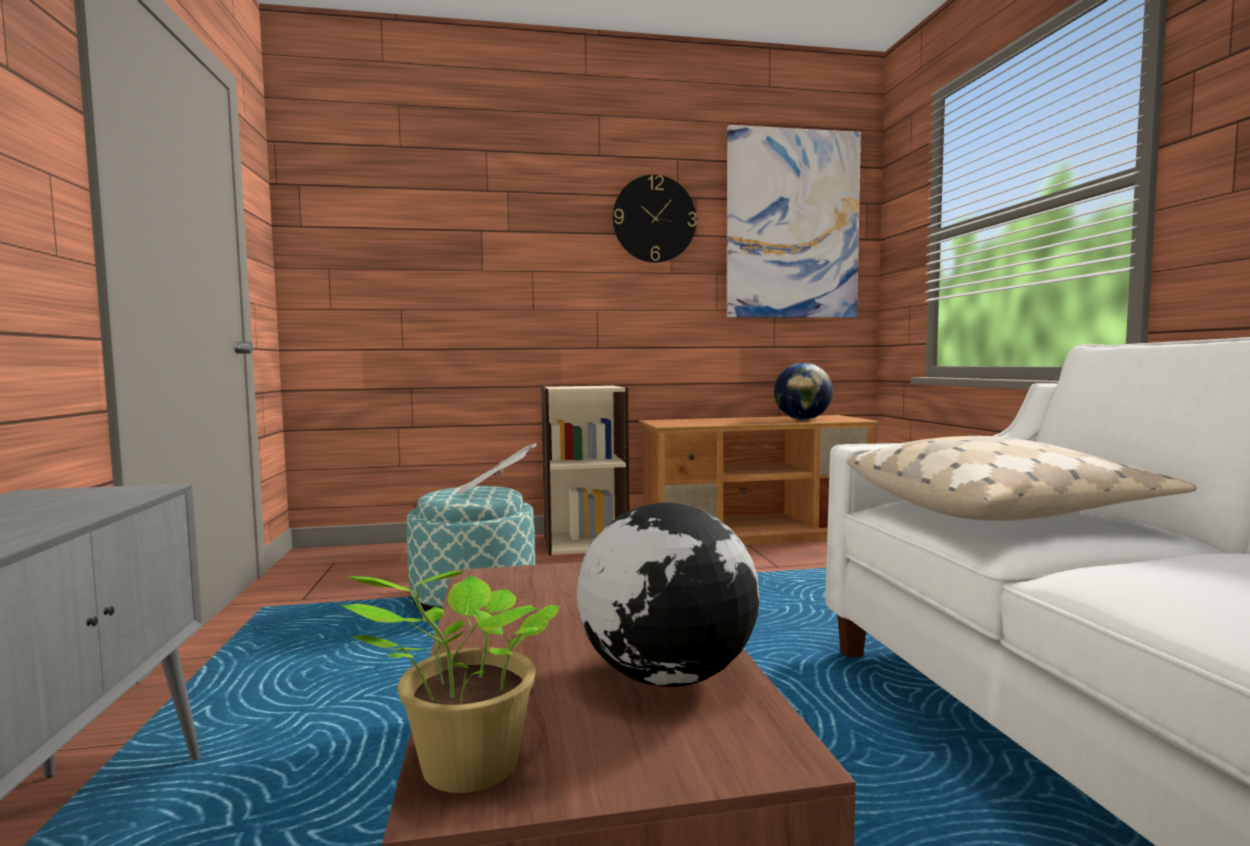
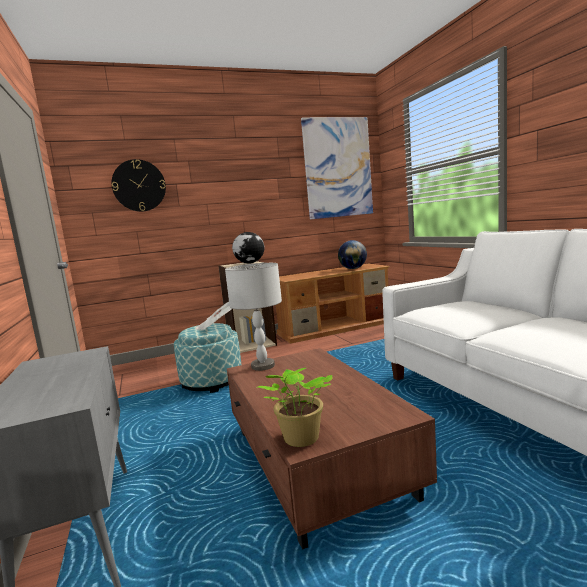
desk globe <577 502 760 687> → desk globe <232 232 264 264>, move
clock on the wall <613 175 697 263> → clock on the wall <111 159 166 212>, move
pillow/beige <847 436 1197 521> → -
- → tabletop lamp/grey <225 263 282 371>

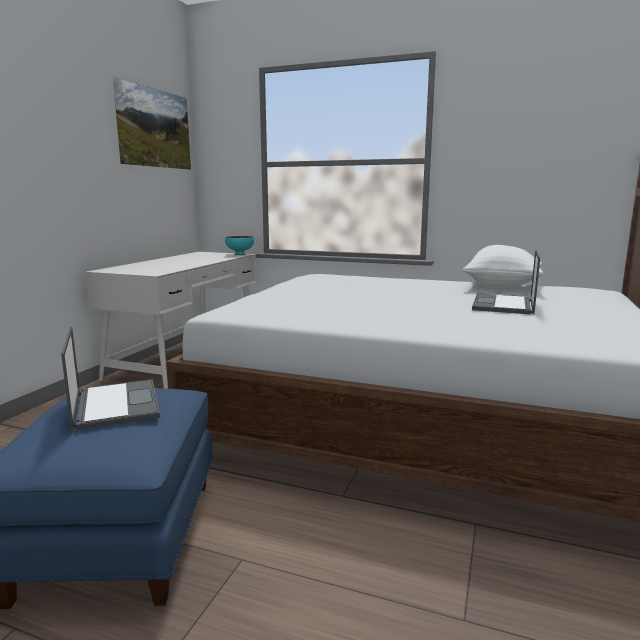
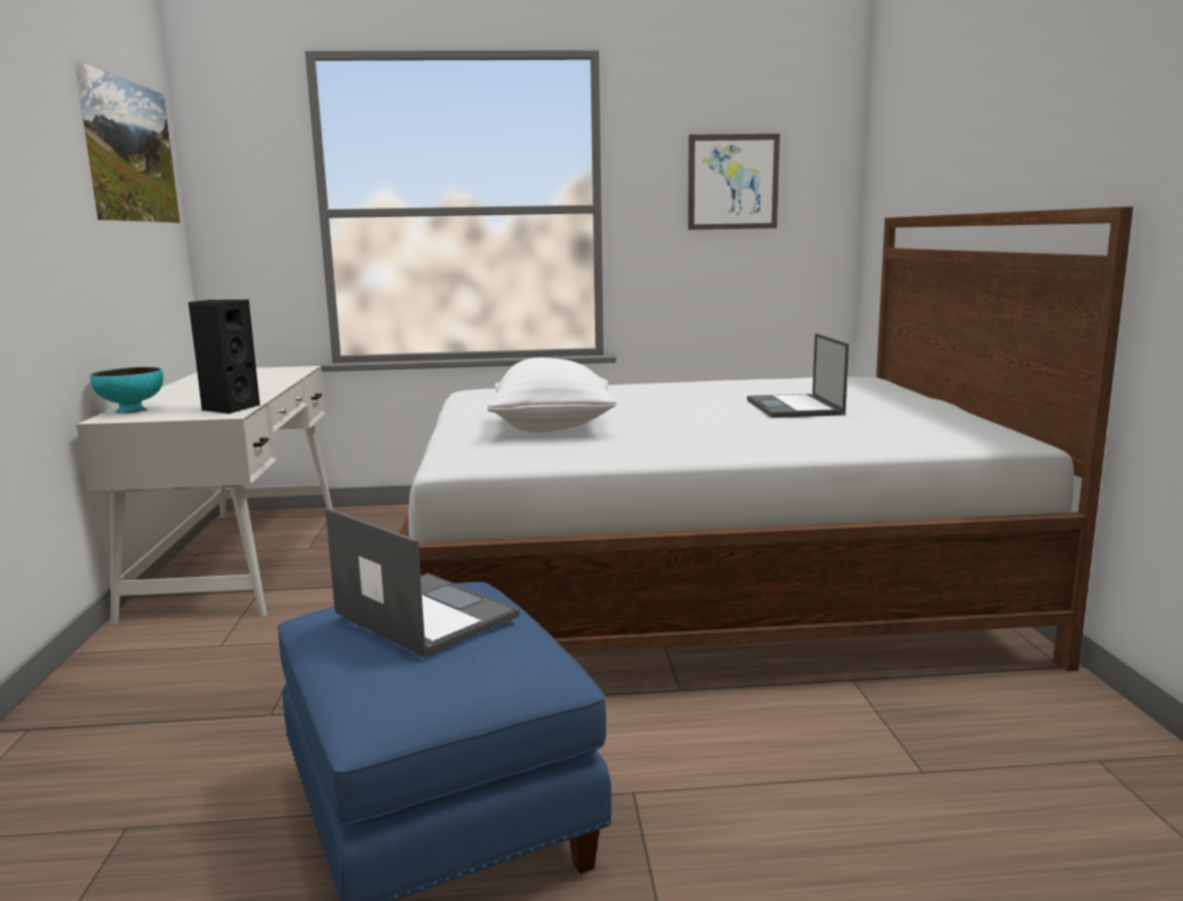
bowl/turquoise <225 236 254 255> → bowl/turquoise <90 367 163 413>, move
pillow/white-coloured <463 245 543 288> → pillow/white-coloured <487 358 617 433>, move
- → loudspeaker/black <188 299 260 414>
- → wall art <688 134 780 230>

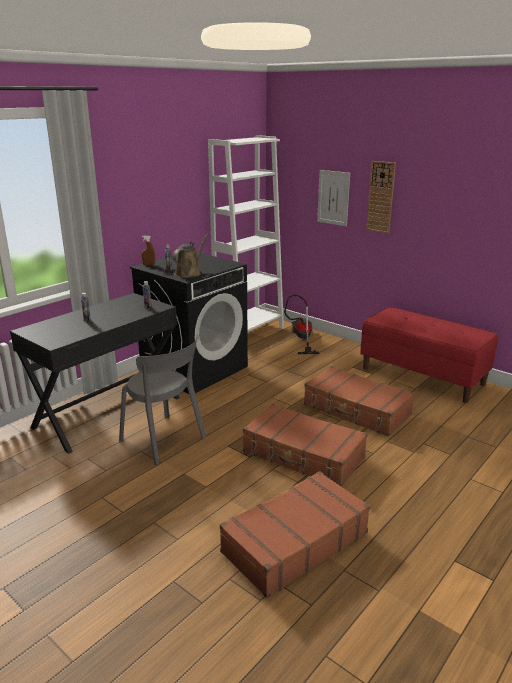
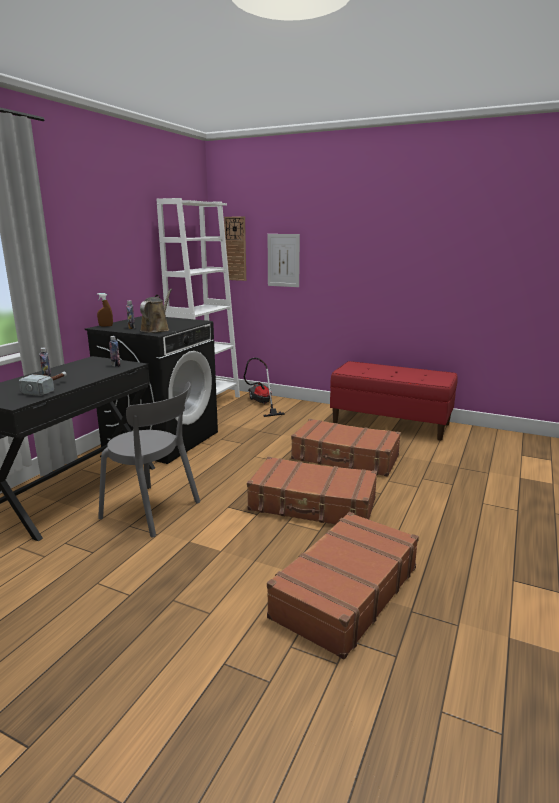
clock on the wall <366 161 396 234> → clock on the wall <224 216 246 281>, move
- → tool hammer <19 372 67 396>

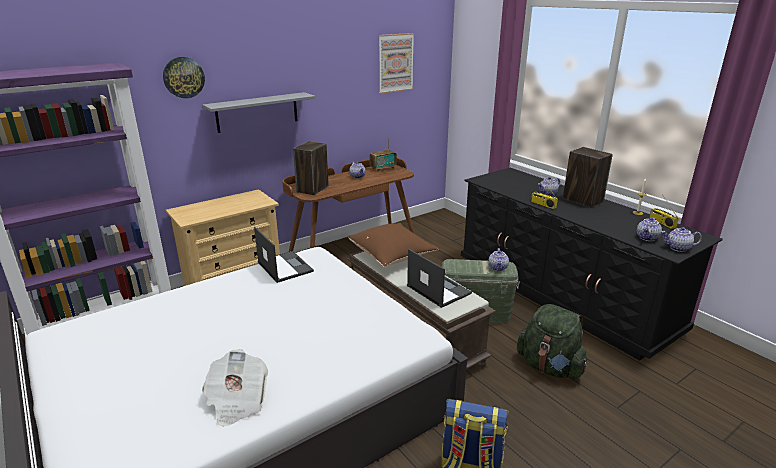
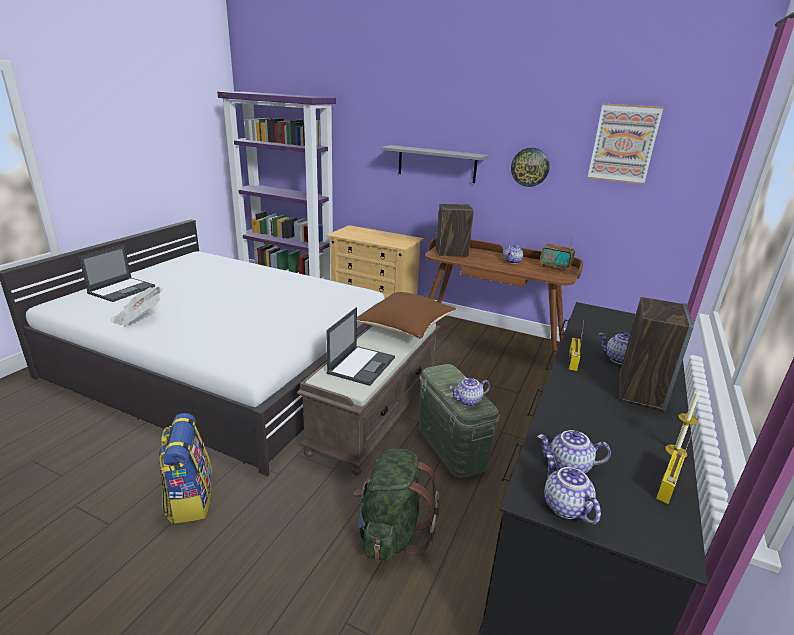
clock on the wall <163 57 205 98> → clock on the wall <511 148 550 187>, move
portable computer <254 227 314 283> → portable computer <79 244 155 302>, move

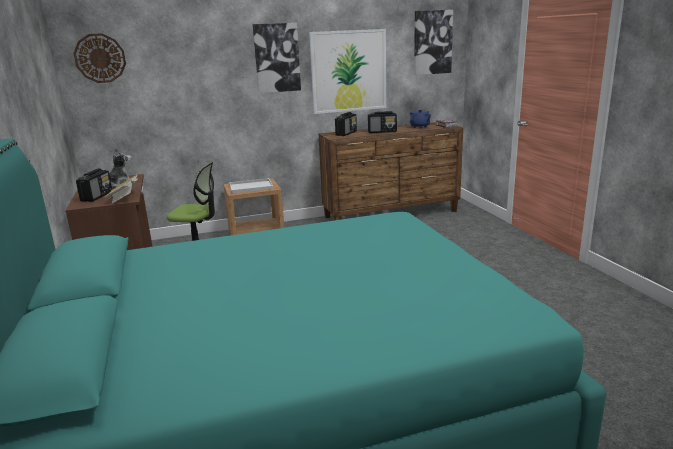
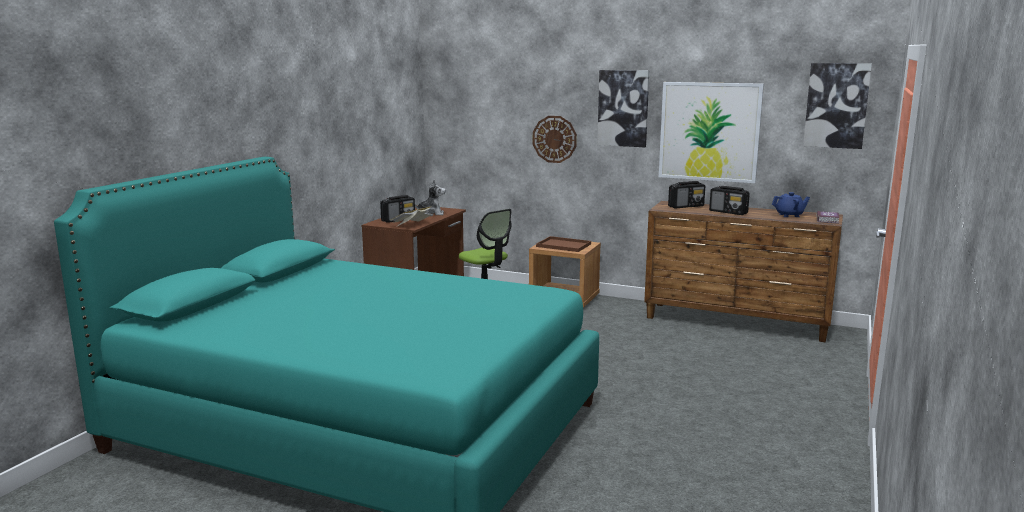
clock on the wall <73 33 126 83> → clock on the wall <533 116 577 163>, move
carrying tray/white-coloured <229 178 273 193> → carrying tray/brown <536 236 591 252>

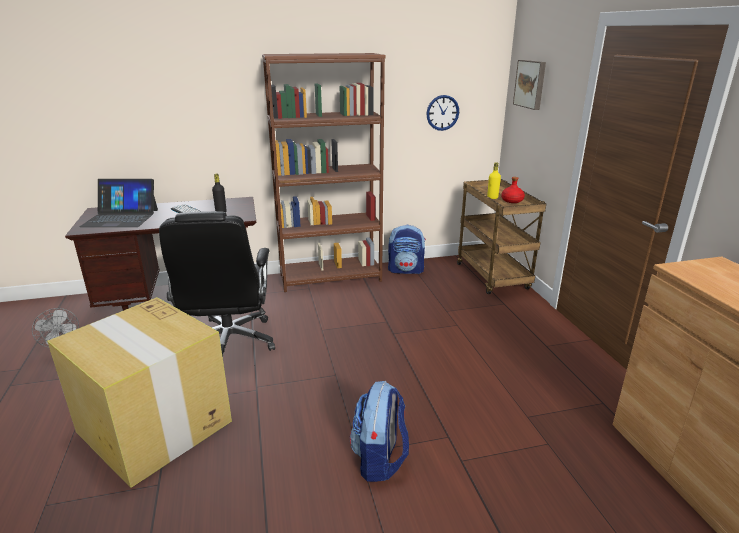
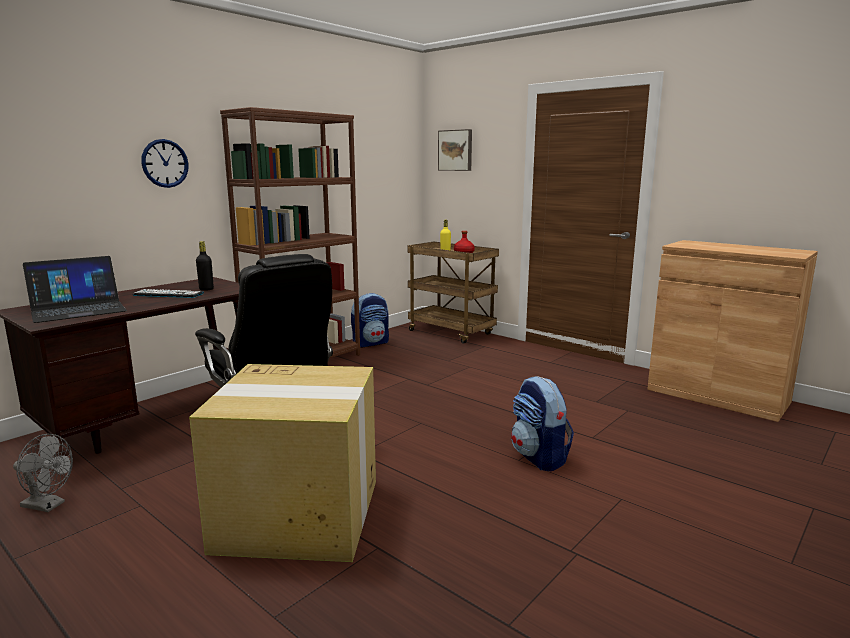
clock on the wall <426 95 459 131> → clock on the wall <141 139 189 188>, move

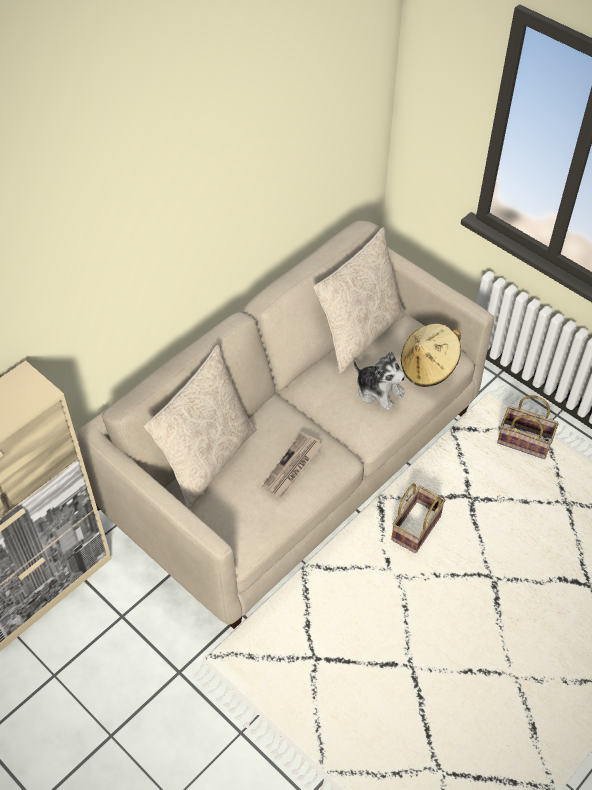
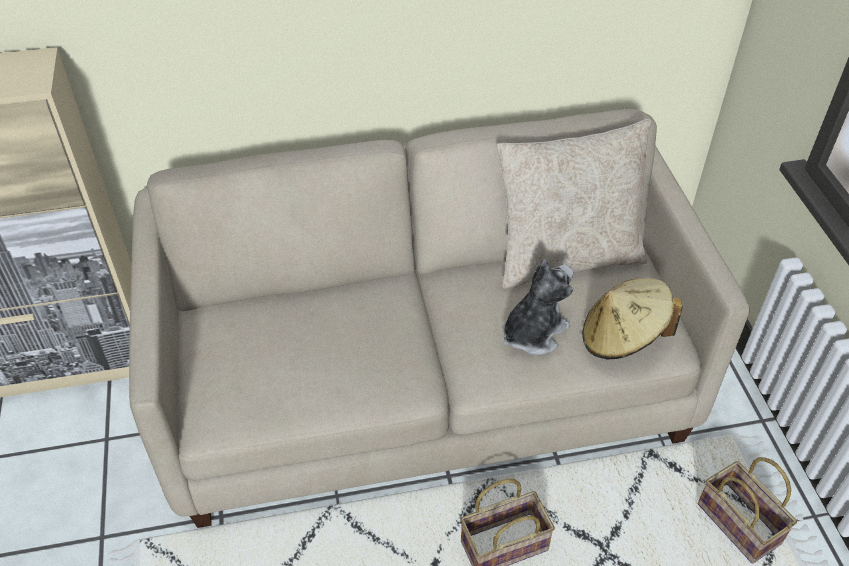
pillow/beige <144 345 257 510> → -
printed paper <262 432 323 497> → -
plush toy <353 351 405 411> → plush toy <503 260 573 355>, 120 degrees counterclockwise

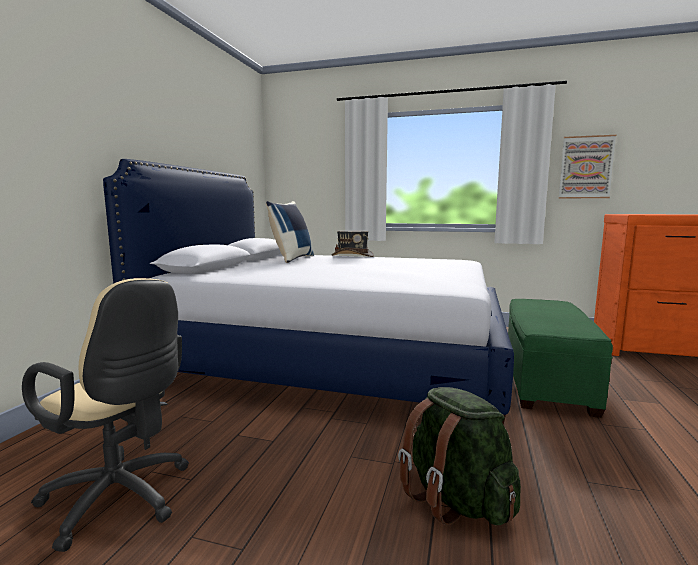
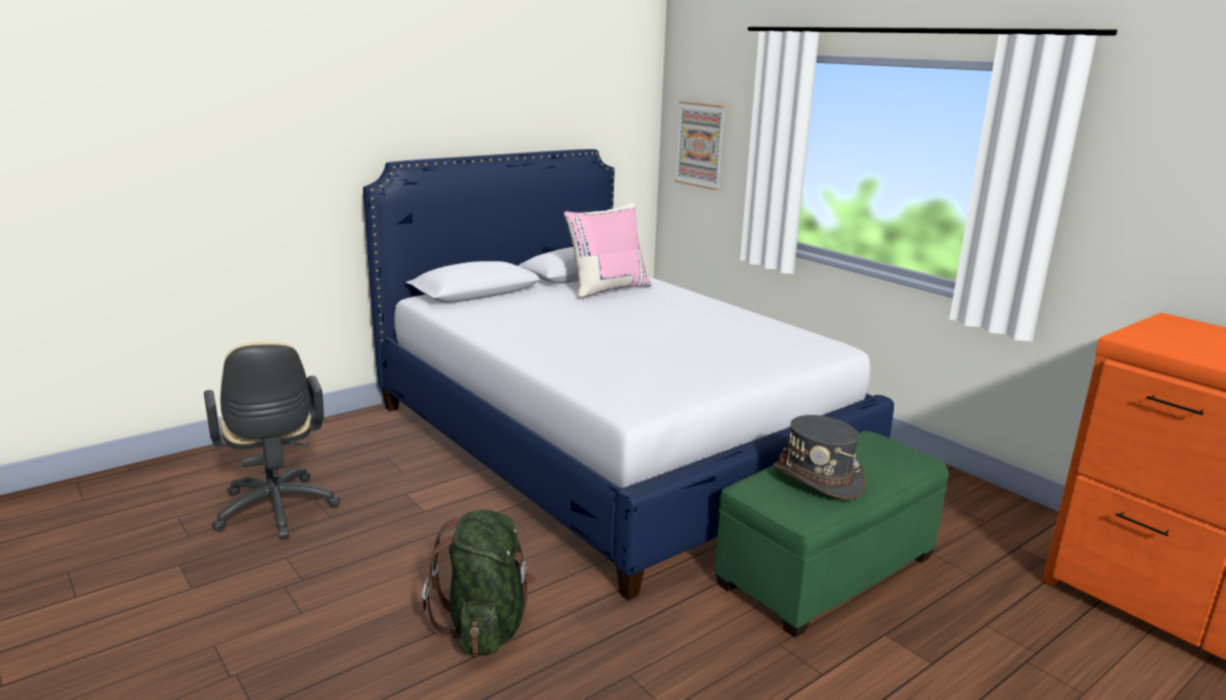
pillow/bluish <266 201 314 263> → pillow/pink <564 203 652 299>
hat/grey <332 230 374 257> → hat/grey <774 415 866 500>, move
wall art <559 135 616 199> → wall art <675 101 725 190>, move

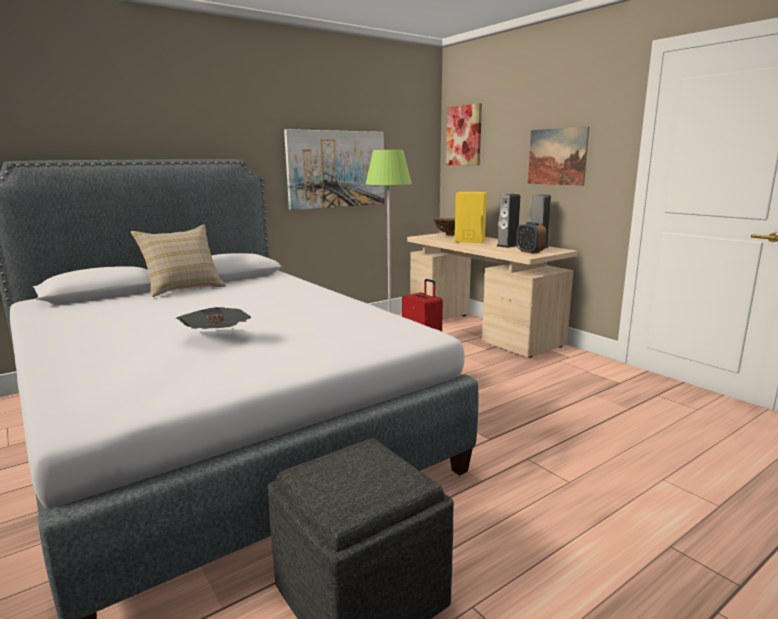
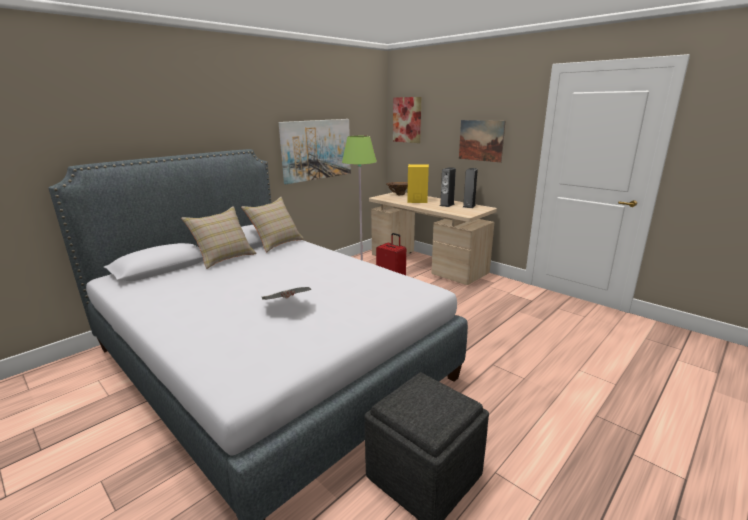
bedside clock <516 222 546 254> → -
- → pillow/beige <241 197 304 252>

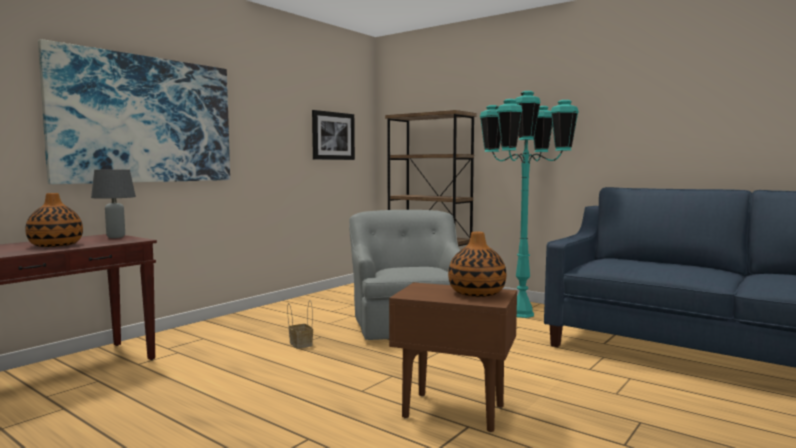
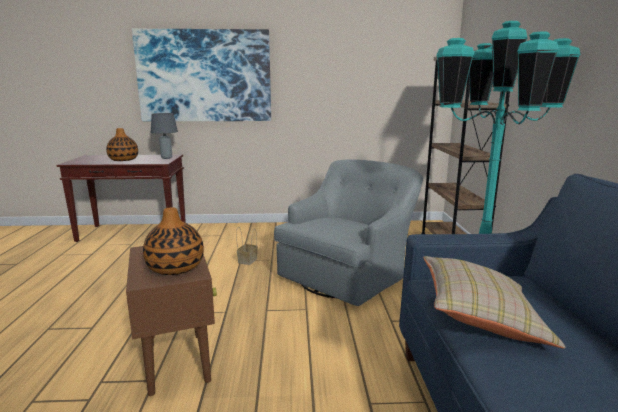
wall art <312 110 355 160> → -
- → pillow/beige <423 256 565 348>

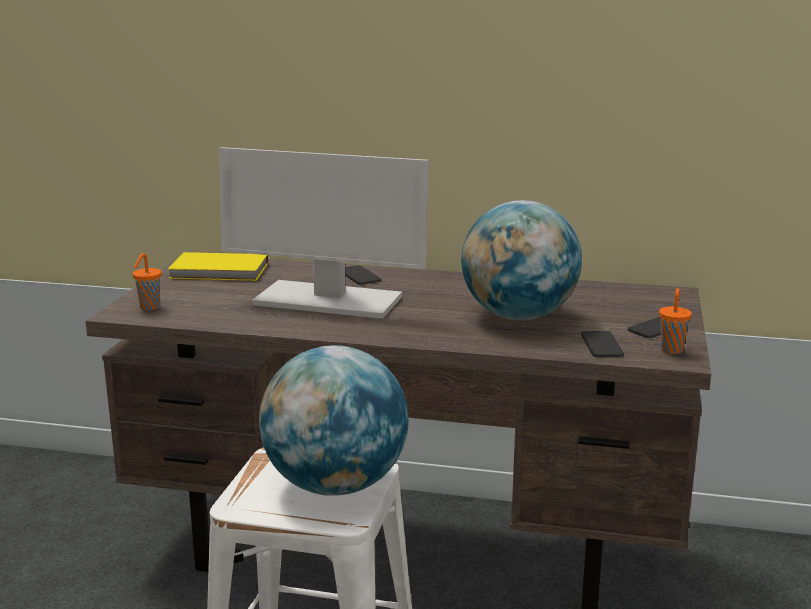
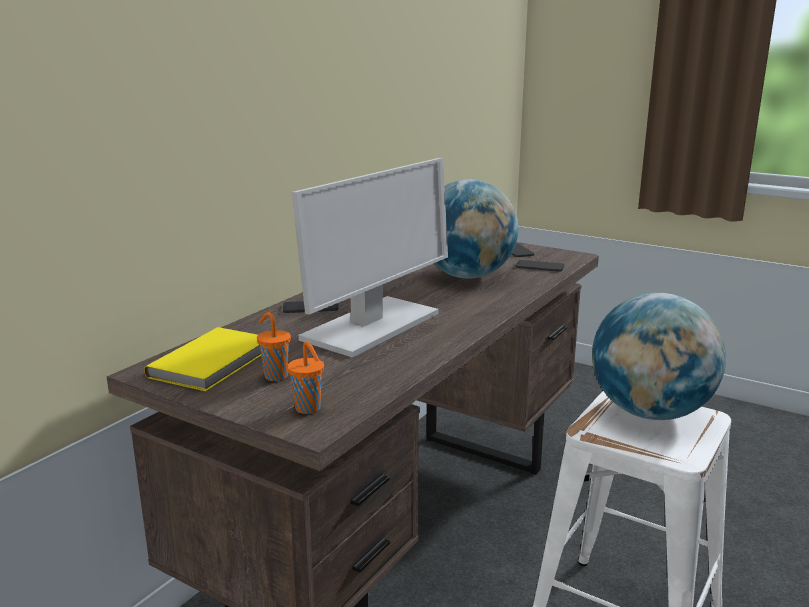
drinking cup/orange-coloured <659 288 692 354> → drinking cup/orange-coloured <257 312 291 381>, move

